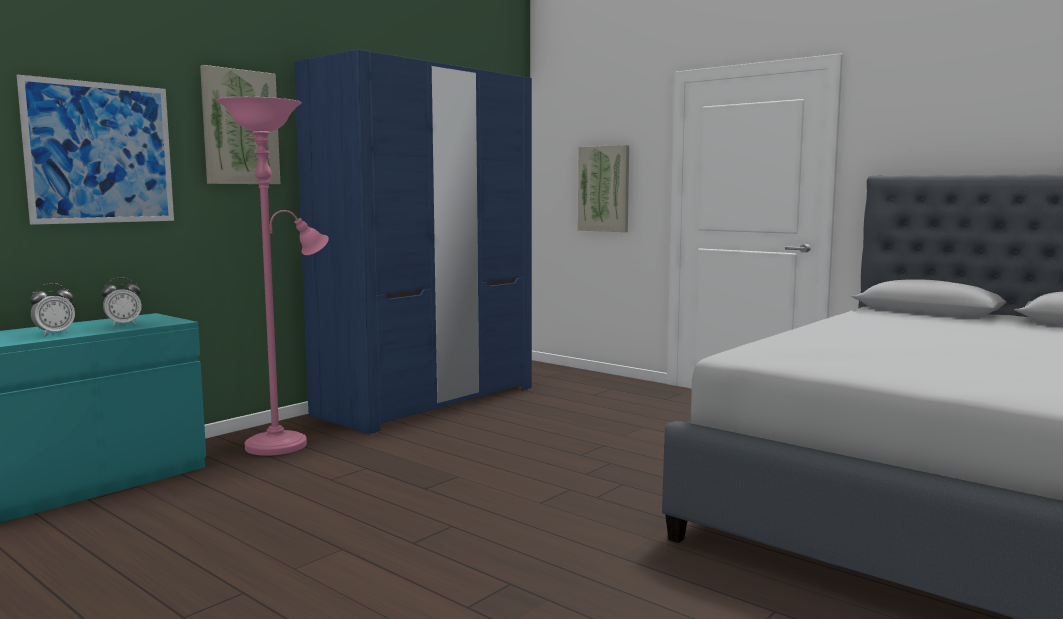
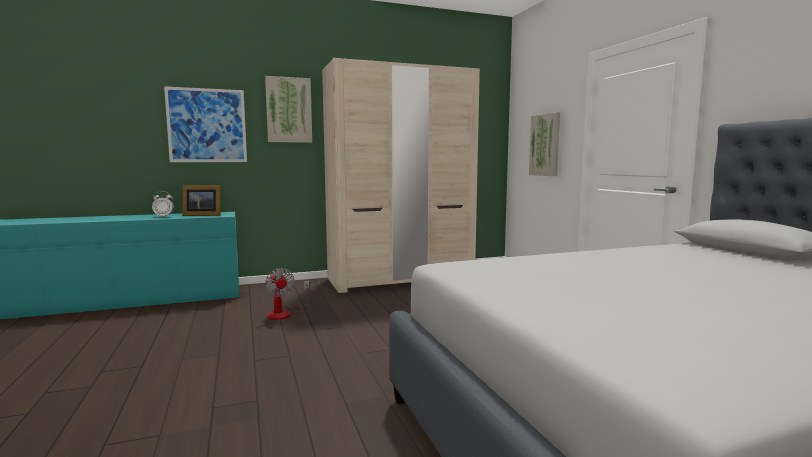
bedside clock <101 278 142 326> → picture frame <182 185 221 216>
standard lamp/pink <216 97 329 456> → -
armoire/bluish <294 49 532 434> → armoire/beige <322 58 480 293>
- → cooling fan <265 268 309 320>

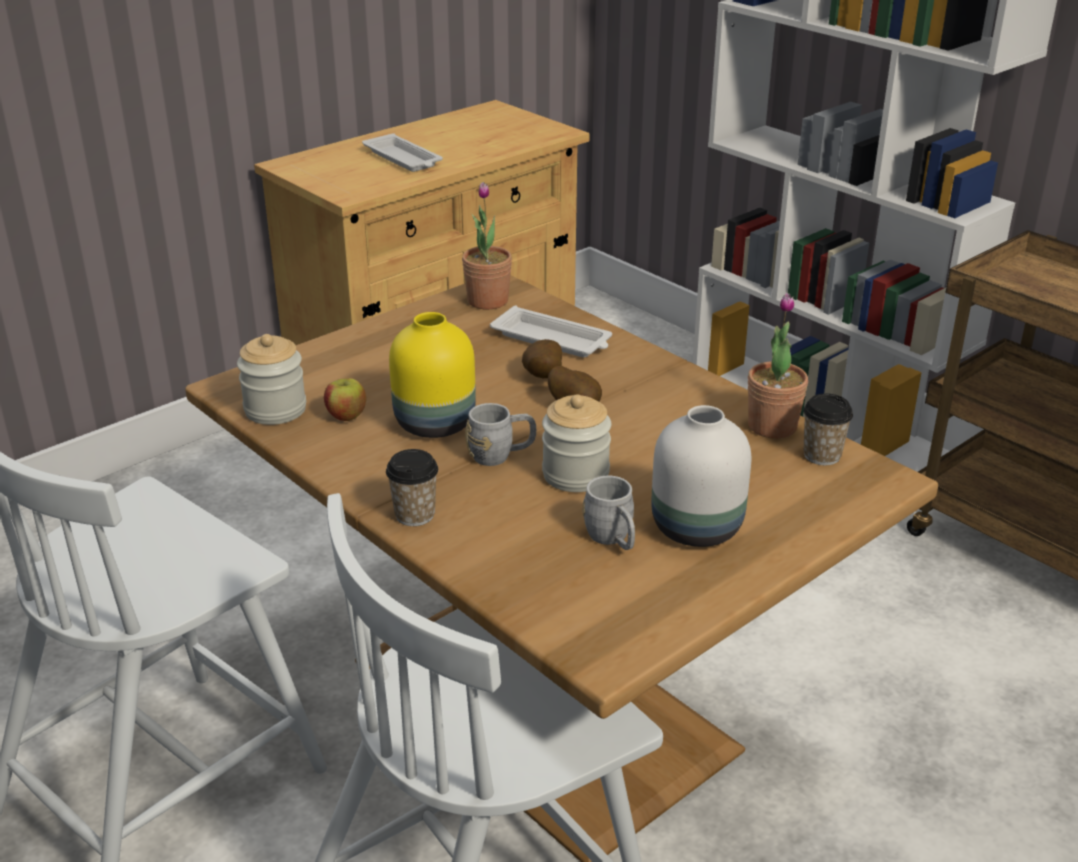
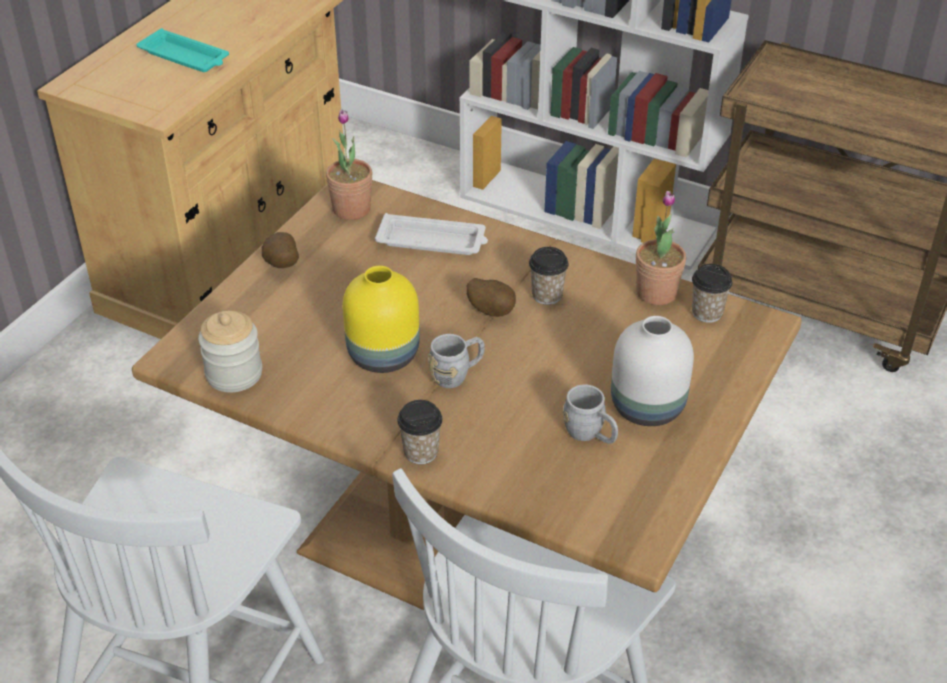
whole apple <324 378 366 421> → -
carrying tray/white-coloured <362 133 443 172> → carrying tray/turquoise <137 28 229 72>
potato <522 339 562 378> → potato <262 232 299 268>, move
storage jar <542 394 611 492> → -
- → drinking cup <529 247 569 305>

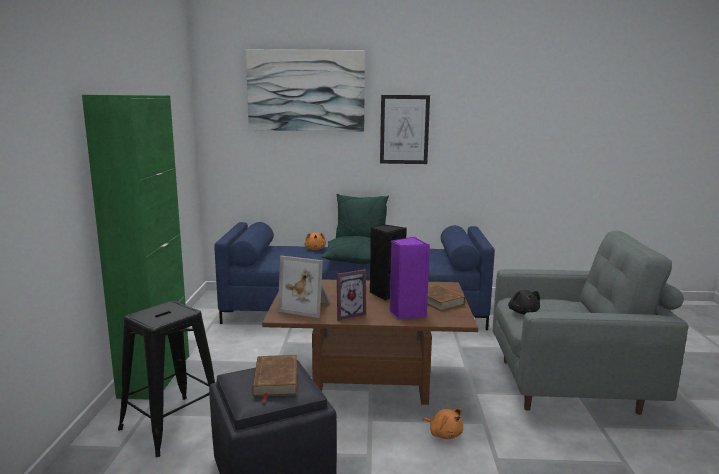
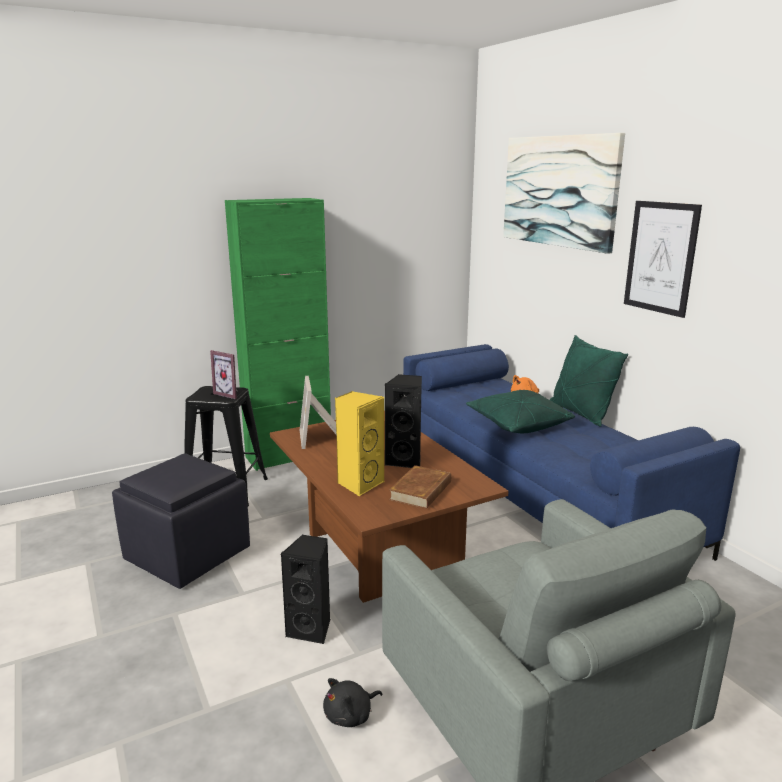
volume/brown <252 355 297 403> → -
picture frame <337 269 366 321> → picture frame <210 350 237 399>, move
loudspeaker/purple-coloured <389 237 430 319> → loudspeaker/yellowish <335 391 384 496>
plush toy/orange-coloured <422 408 463 439> → loudspeaker/black <280 534 330 645>
plush toy/black <508 290 540 314> → plush toy/black <323 678 382 727>, move

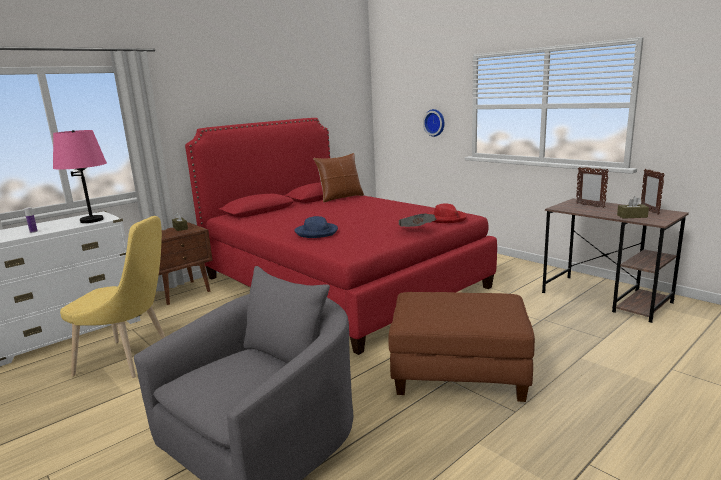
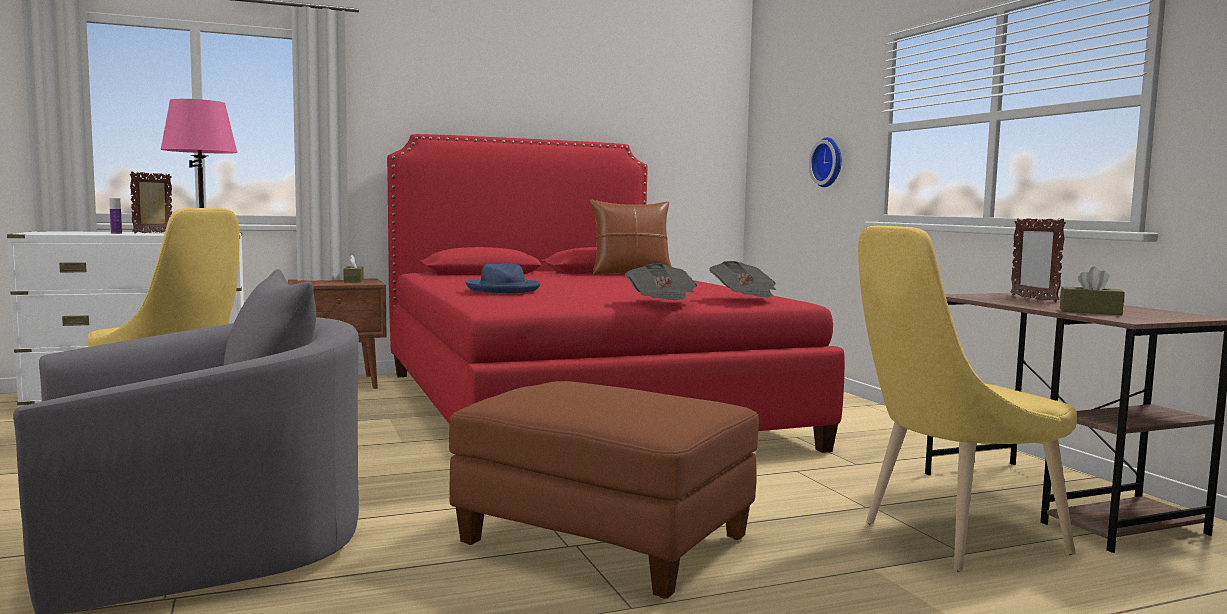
hat/red <427 203 467 223> → printed paper <709 261 777 297>
picture frame <641 169 665 215> → picture frame <130 171 172 234>, move
- → chair/yellowish <858 226 1077 572>

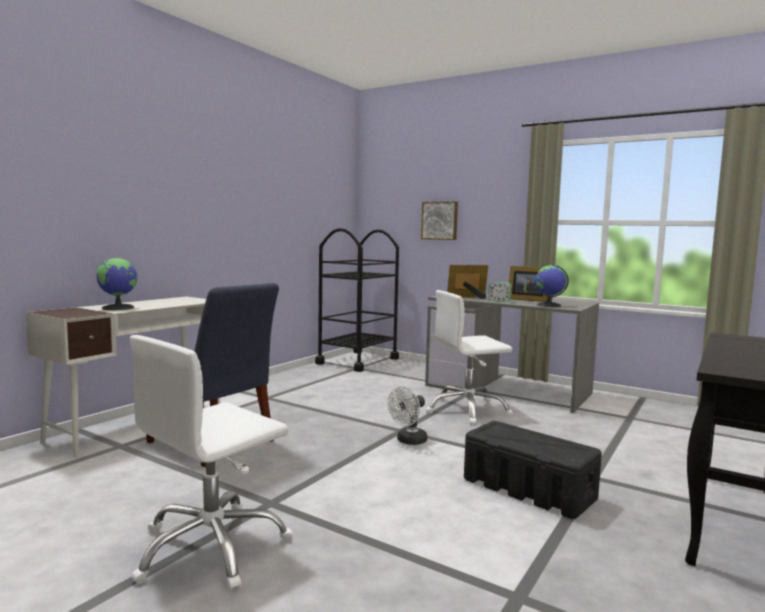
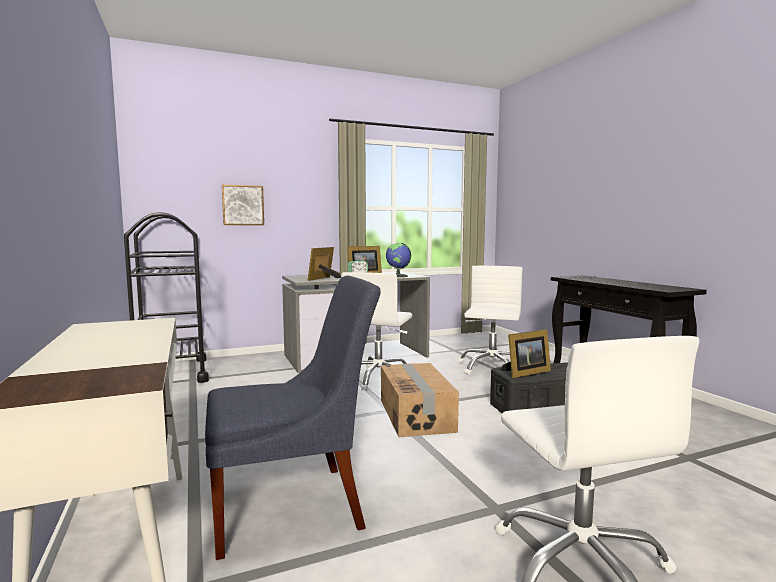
desk globe <96 258 137 310> → -
cooling fan/white-coloured <388 386 427 445> → carton <381 363 459 437>
- → desk chair/white-coloured <458 266 522 375>
- → picture frame <502 329 551 378>

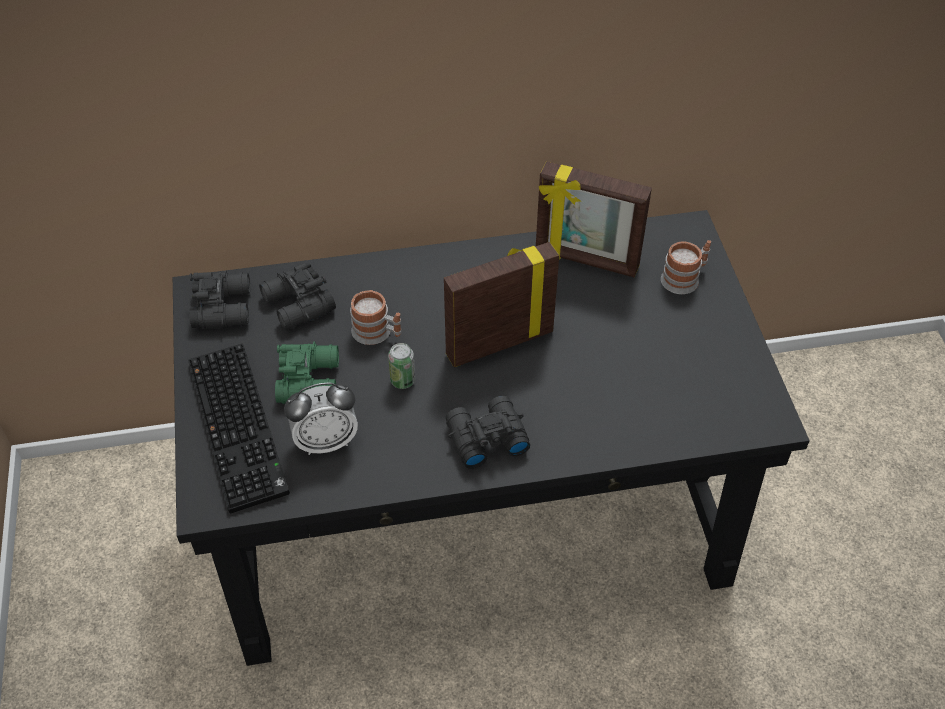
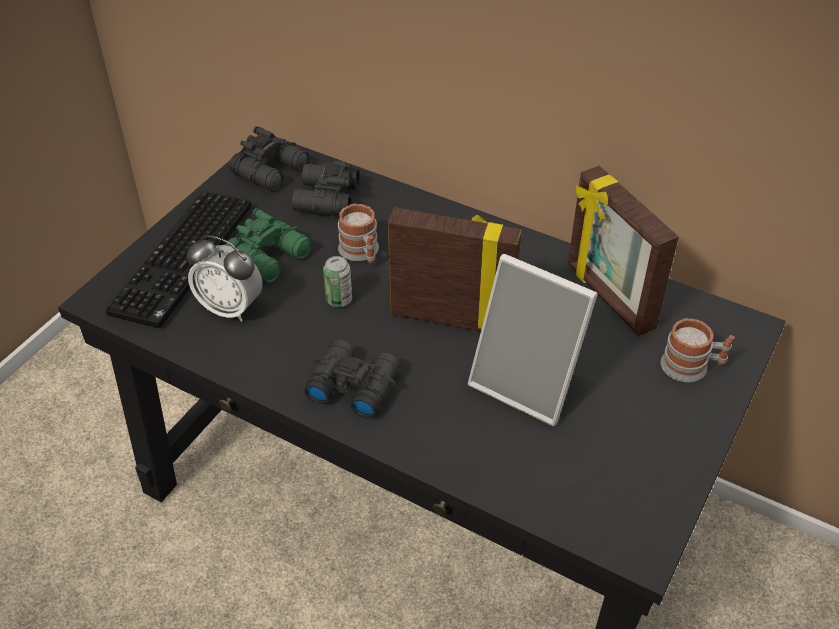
- → picture frame <468 254 597 426>

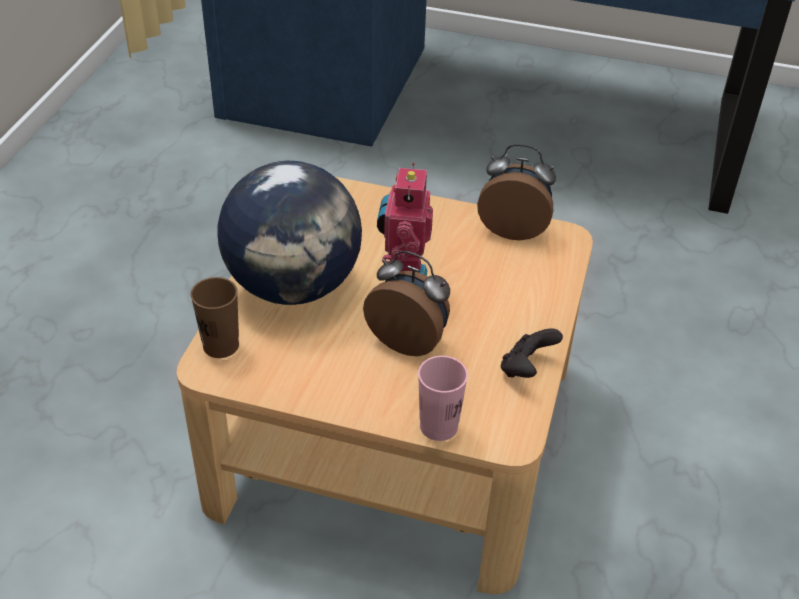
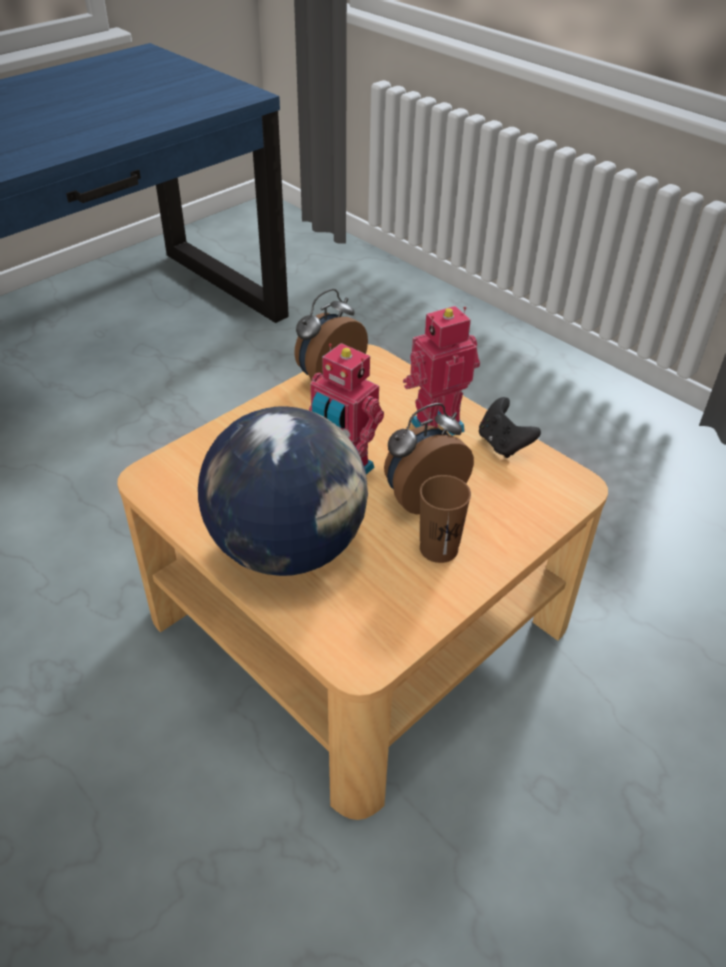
drinking cup/brown <191 277 239 358> → drinking cup/brown <420 475 471 563>, move
drinking cup/pink <418 356 468 441> → -
- → robot figure <403 306 480 436>

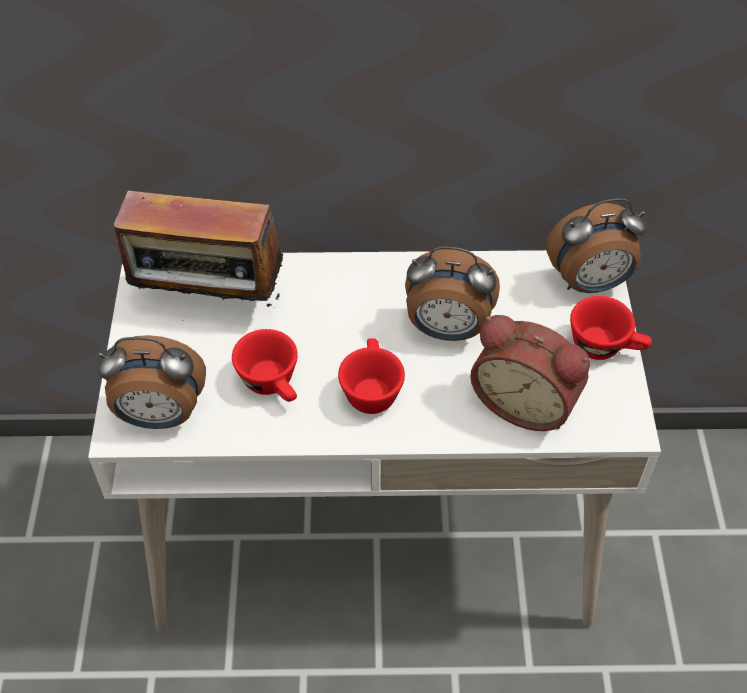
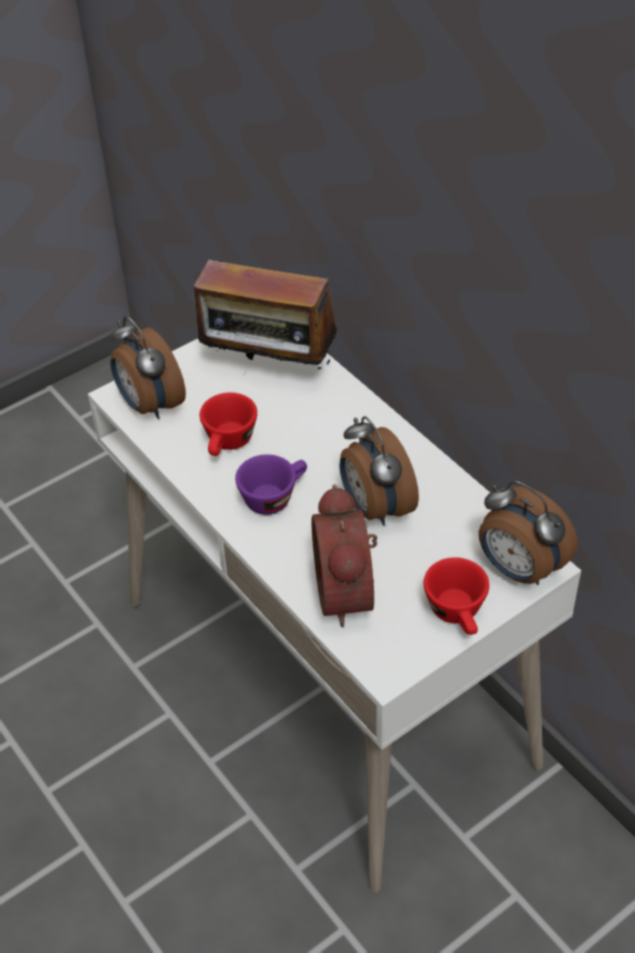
radio set <113 191 283 318> → radio set <194 260 337 375>, 45 degrees counterclockwise
drinking cup/red <338 338 405 414> → drinking cup/purple-coloured <235 454 307 515>

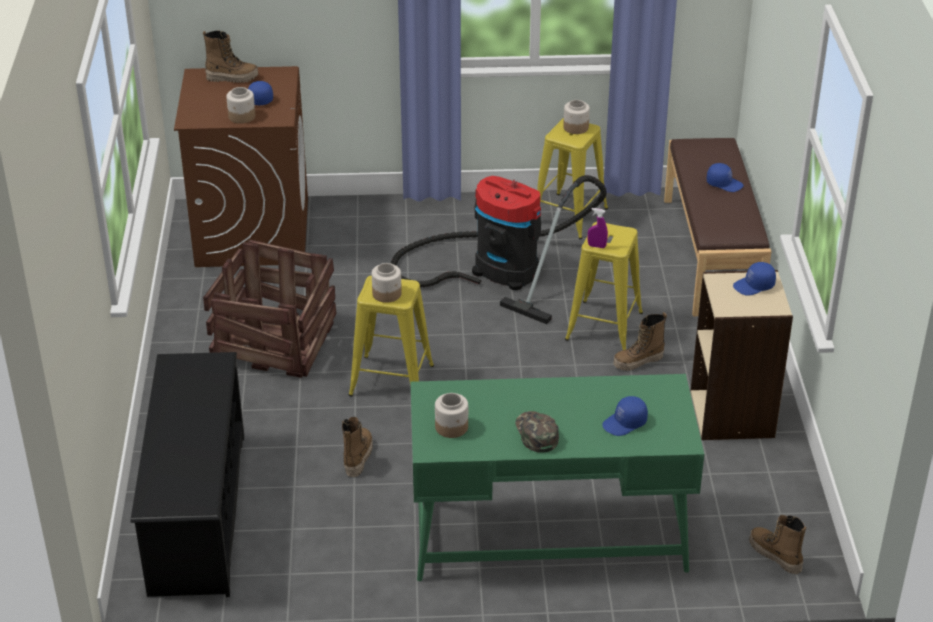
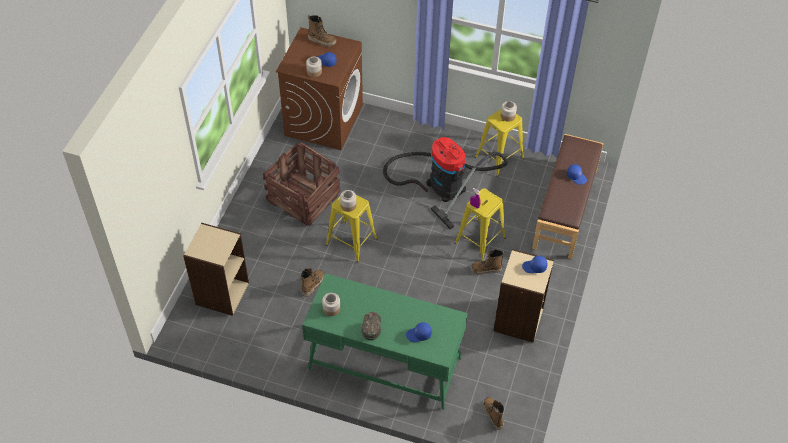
shoe shelf/black <131 352 244 597> → shelving unit/beige <183 223 249 316>

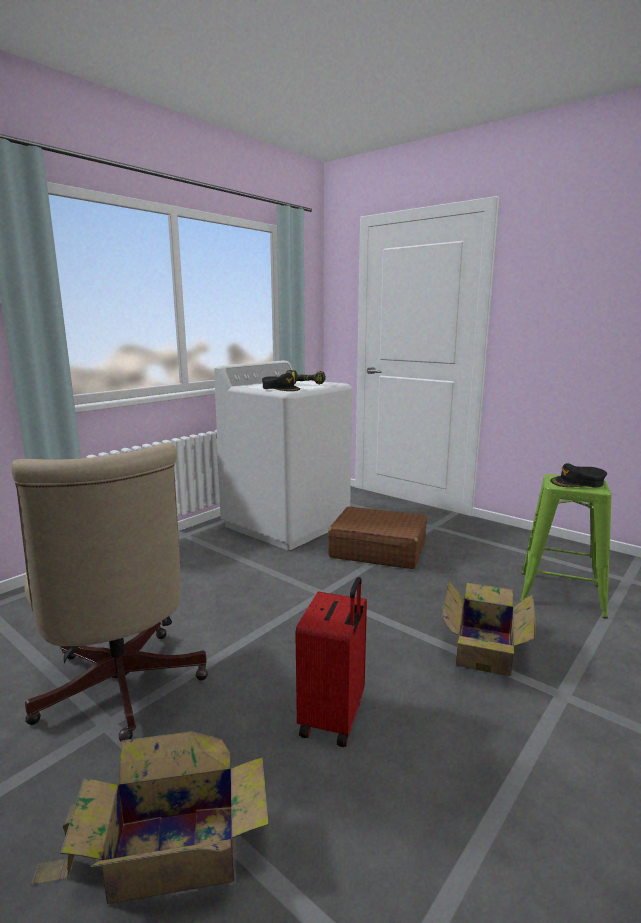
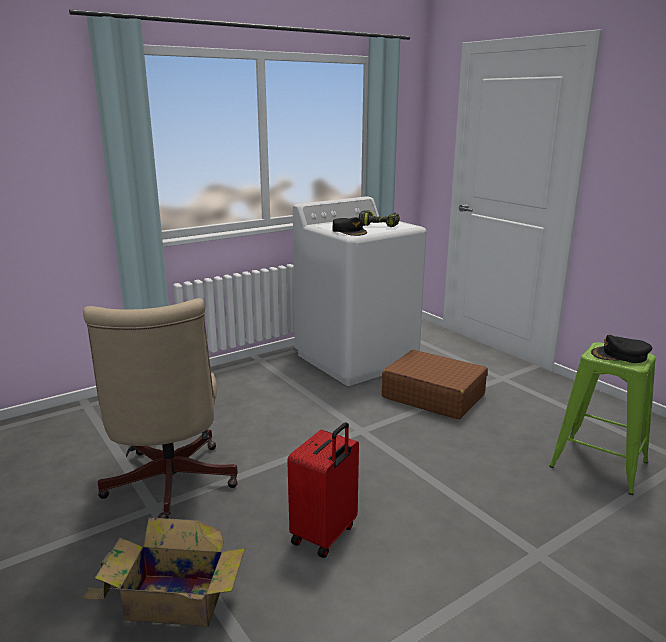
carton <442 581 536 676> → -

